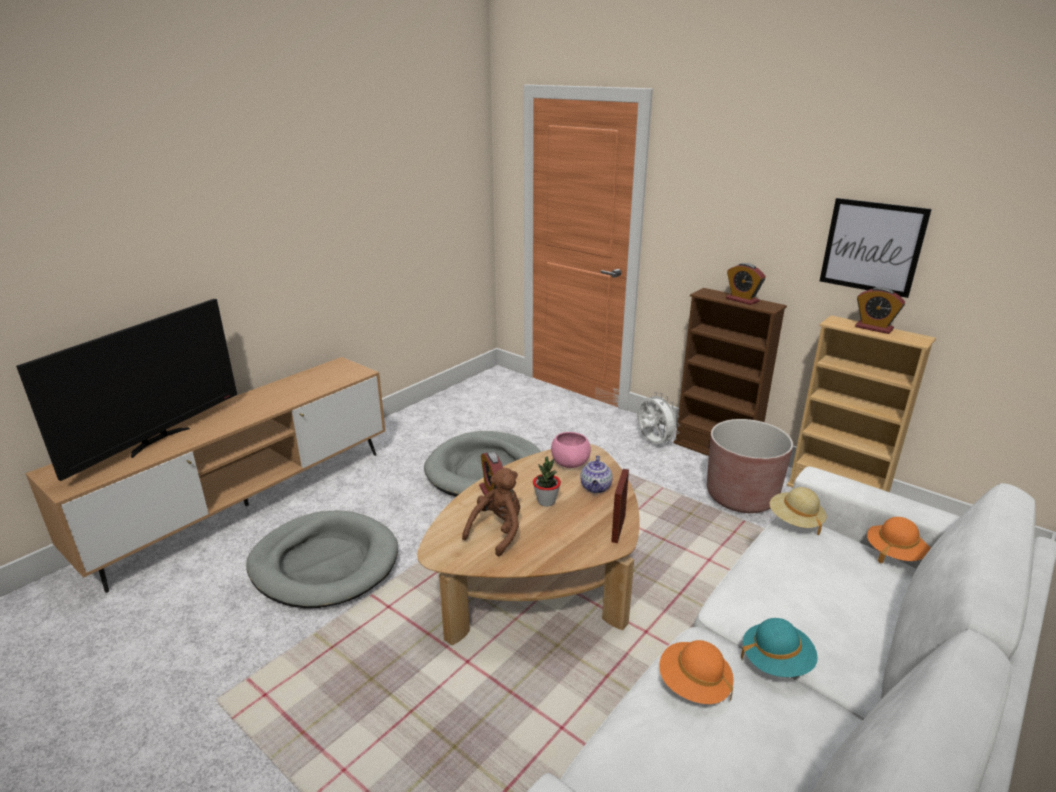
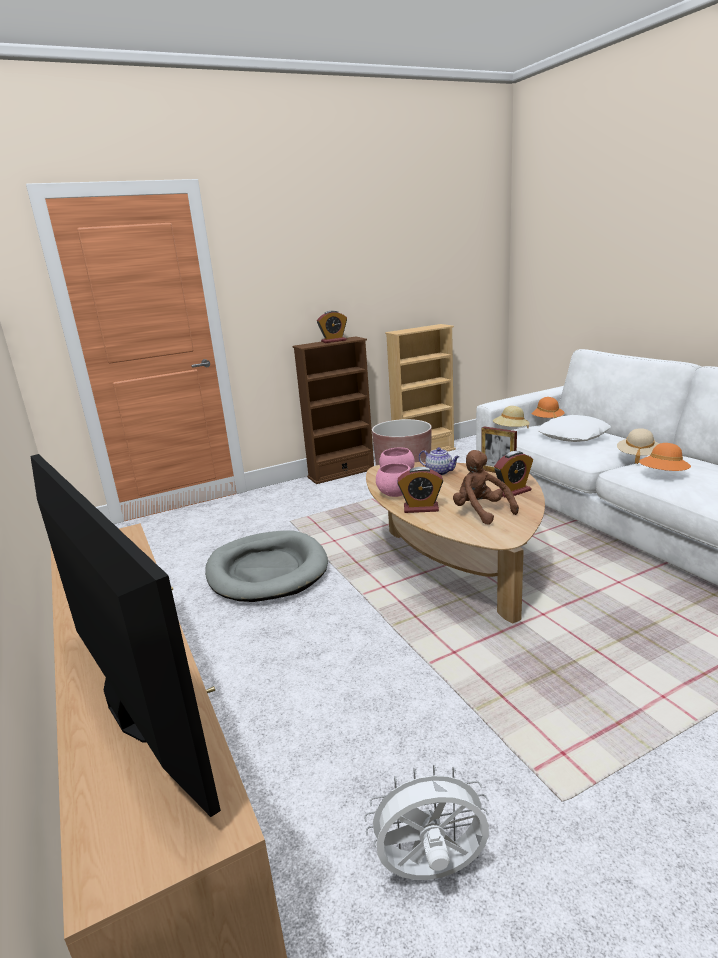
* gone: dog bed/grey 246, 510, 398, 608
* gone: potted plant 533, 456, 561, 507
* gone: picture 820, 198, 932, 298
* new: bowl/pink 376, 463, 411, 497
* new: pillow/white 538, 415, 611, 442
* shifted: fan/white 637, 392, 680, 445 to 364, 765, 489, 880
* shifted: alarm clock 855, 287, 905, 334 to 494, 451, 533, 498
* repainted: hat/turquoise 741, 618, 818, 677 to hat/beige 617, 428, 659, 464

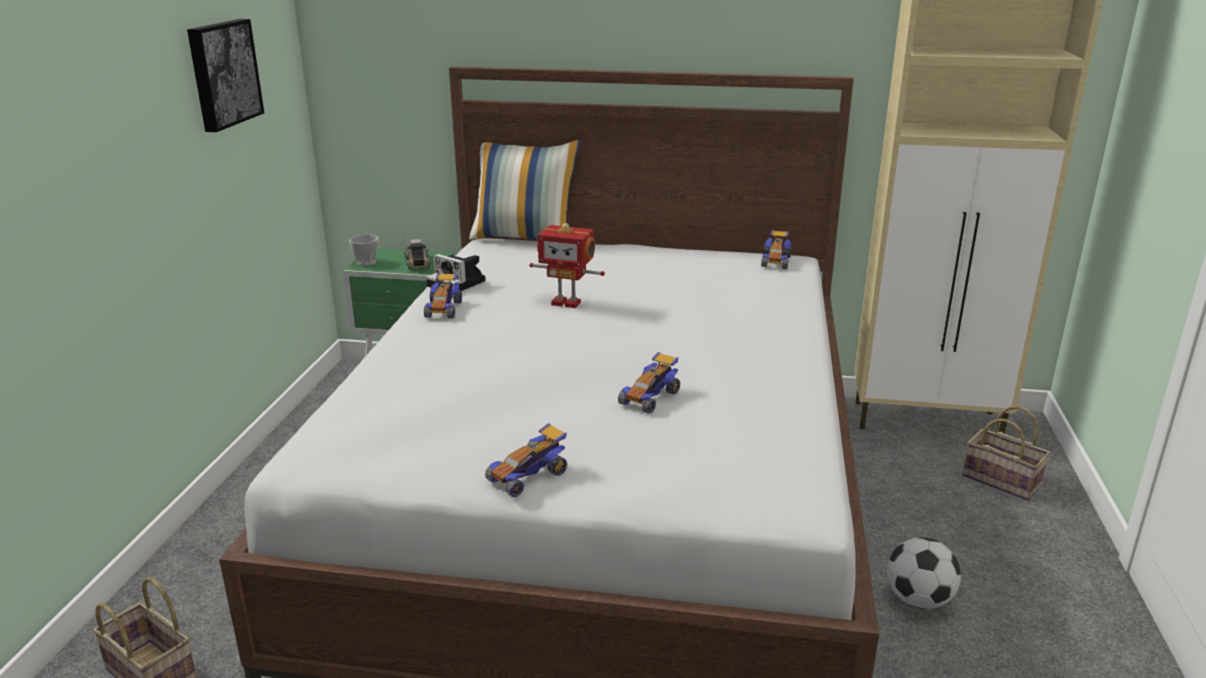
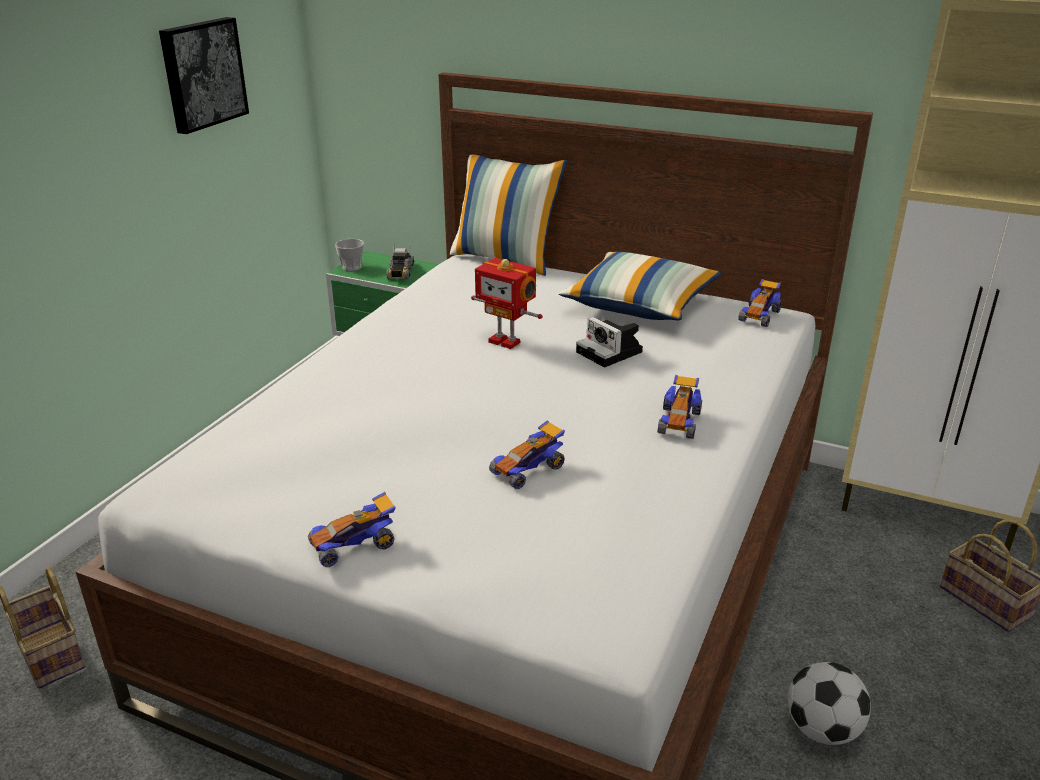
* new: pillow 559, 252, 722, 320
* shifted: toy car 424, 273, 462, 318 to 658, 375, 702, 439
* shifted: photo camera 426, 254, 485, 291 to 576, 317, 643, 367

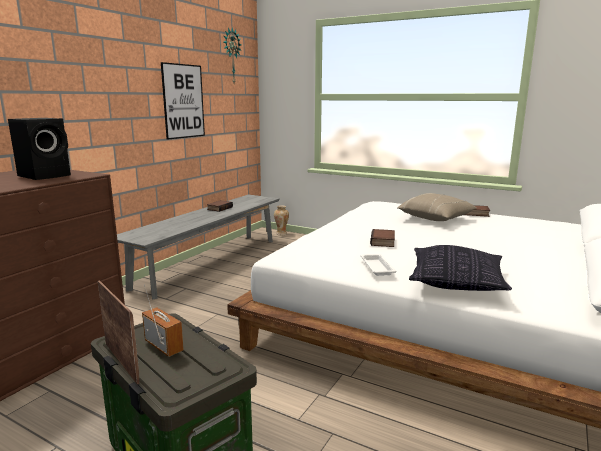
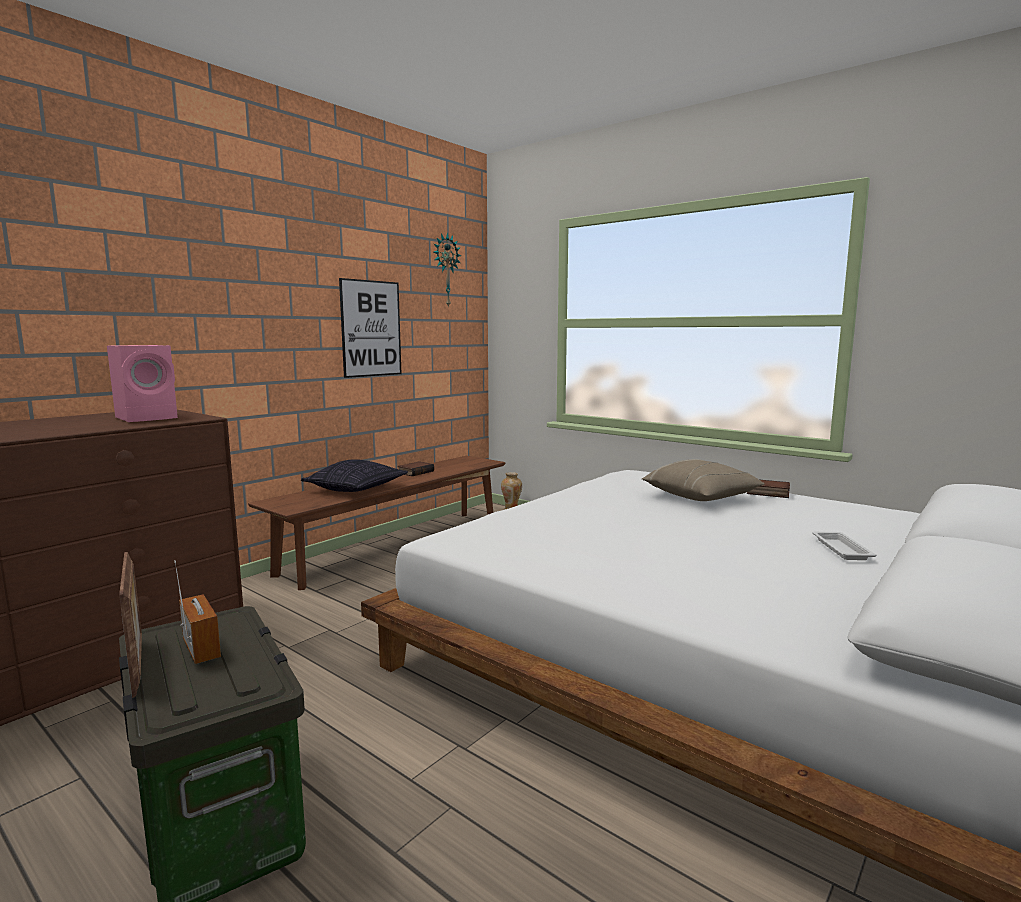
* gone: book 370, 229, 395, 247
* shifted: tray/white 361, 254, 397, 276 to 812, 532, 877, 560
* shifted: pillow 409, 245, 512, 291 to 301, 459, 408, 492
* repainted: speaker/black 8, 118, 71, 180 to speaker/pink 107, 345, 178, 422
* repainted: bench/grey 117, 195, 280, 299 to bench/brown 248, 456, 505, 590

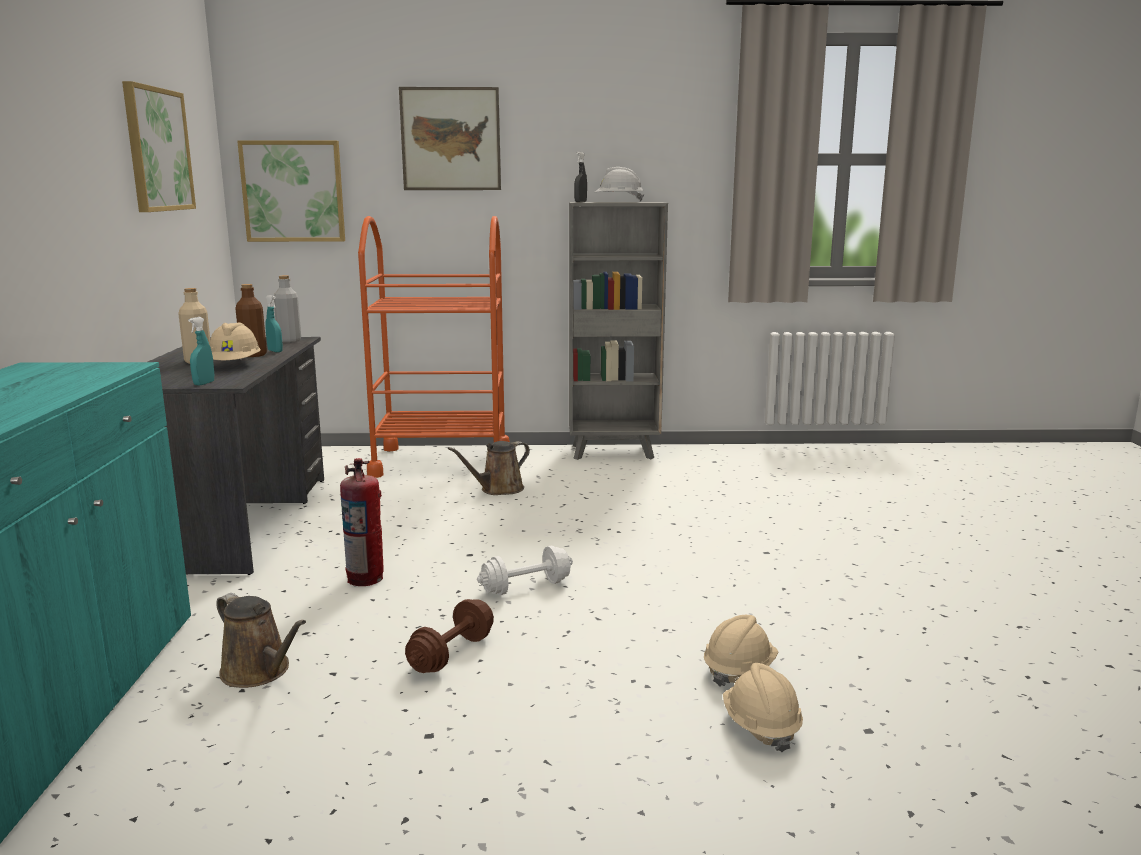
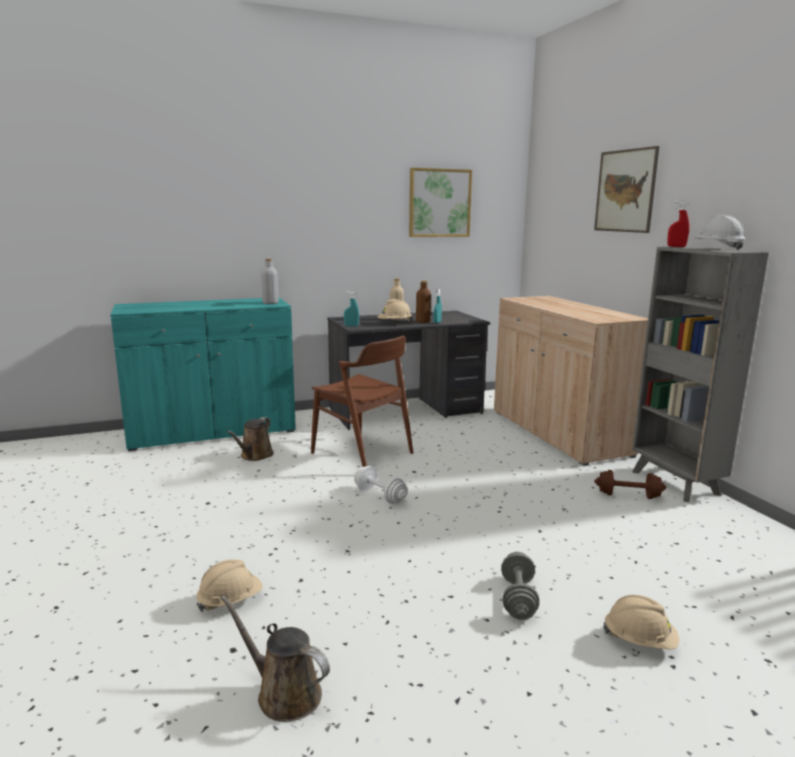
* gone: picture 237, 141, 345, 242
* new: dumbbell/grey 501, 552, 539, 620
* shifted: bottle/grey 274, 275, 301, 343 to 261, 259, 279, 304
* shifted: dumbbell/brown 405, 599, 494, 673 to 594, 470, 666, 499
* shifted: watering can/brown 448, 441, 530, 495 to 221, 595, 330, 722
* shifted: hard hat/beige 704, 615, 779, 687 to 603, 595, 679, 650
* swapped: fire extinguisher 340, 458, 384, 586 to chair/brown 311, 336, 413, 467
* swapped: cart/orange 358, 216, 510, 478 to cabinet/beige 494, 296, 648, 466
* repainted: spray bottle/grey 574, 152, 587, 202 to spray bottle/red 667, 201, 689, 247

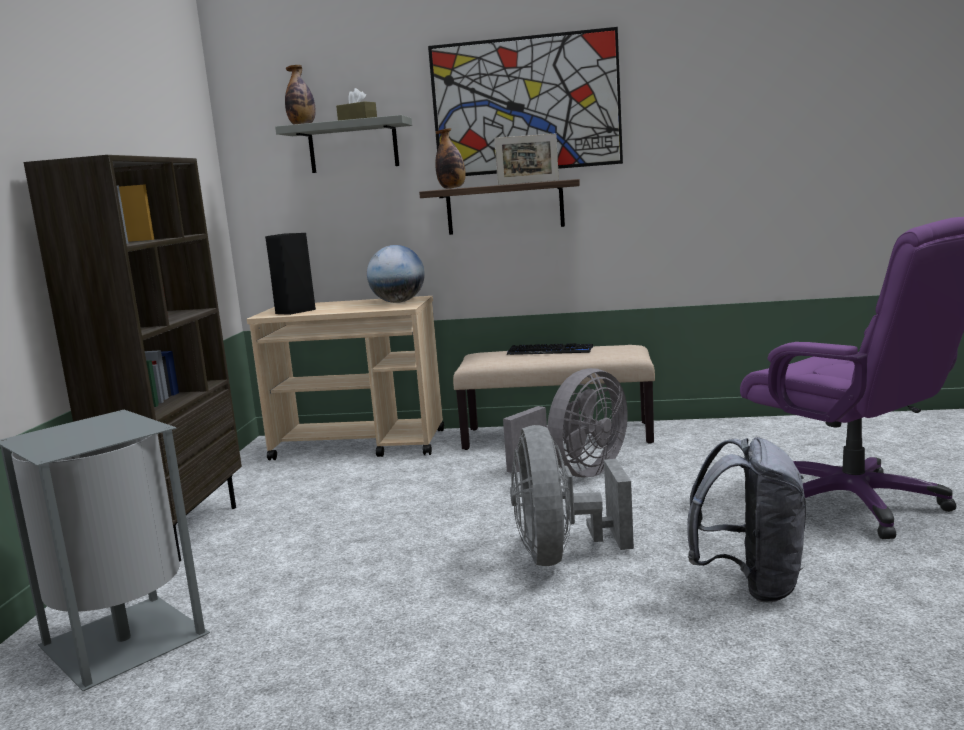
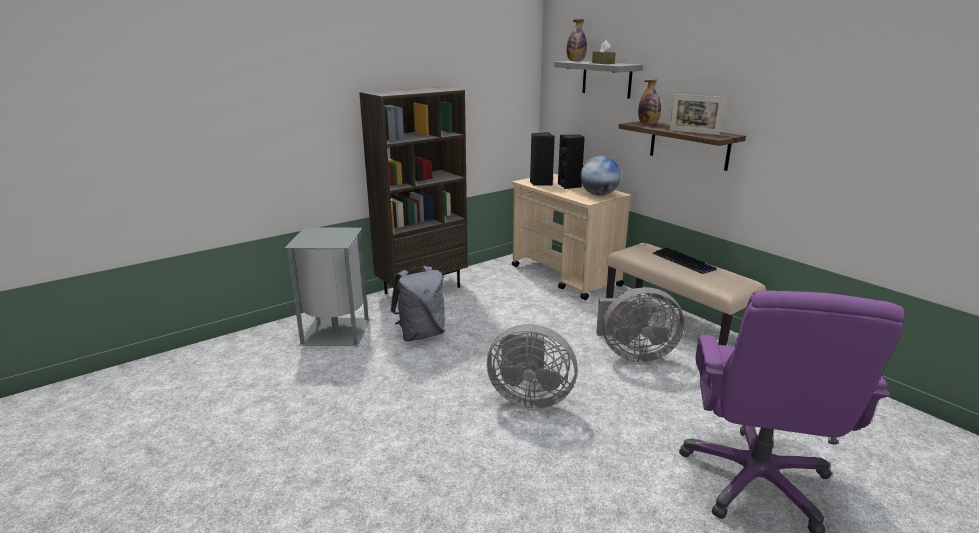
* gone: picture 428, 27, 623, 176
* new: speaker/black 558, 135, 585, 189
* shifted: backpack/grey 687, 437, 806, 602 to 390, 266, 445, 341
* rotated: fan/grey 510, 425, 634, 566 = 487, 324, 578, 408 120 degrees counterclockwise

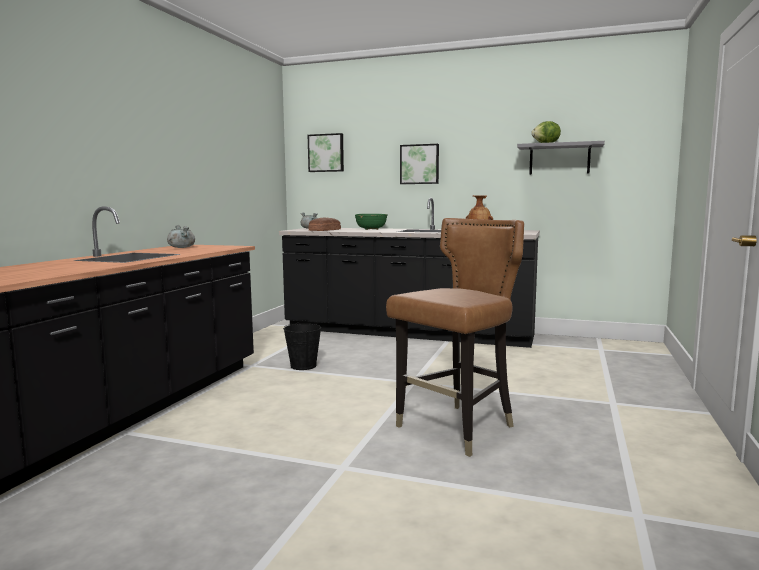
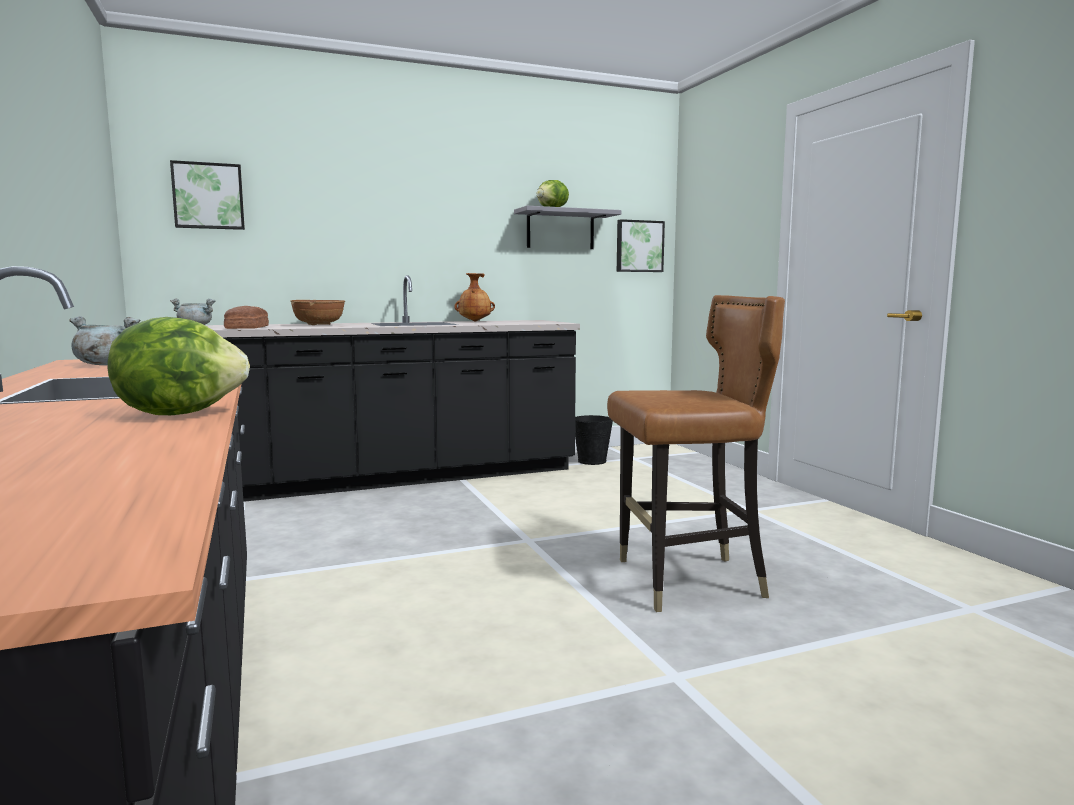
* new: lettuce 107, 317, 250, 415
* shifted: bucket/black 283, 322, 321, 370 to 575, 415, 613, 465
* shifted: picture 400, 144, 439, 184 to 617, 219, 665, 272
* repainted: bowl/green 355, 214, 388, 230 to bowl/brown 290, 300, 345, 325
* rotated: chair/brown 386, 218, 524, 457 = 607, 295, 785, 612 75 degrees clockwise

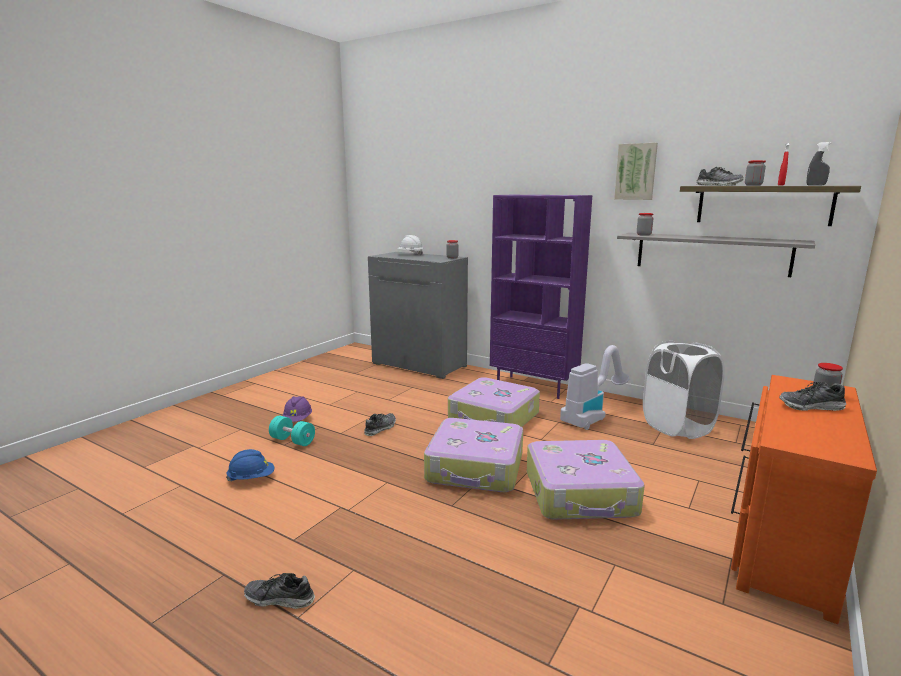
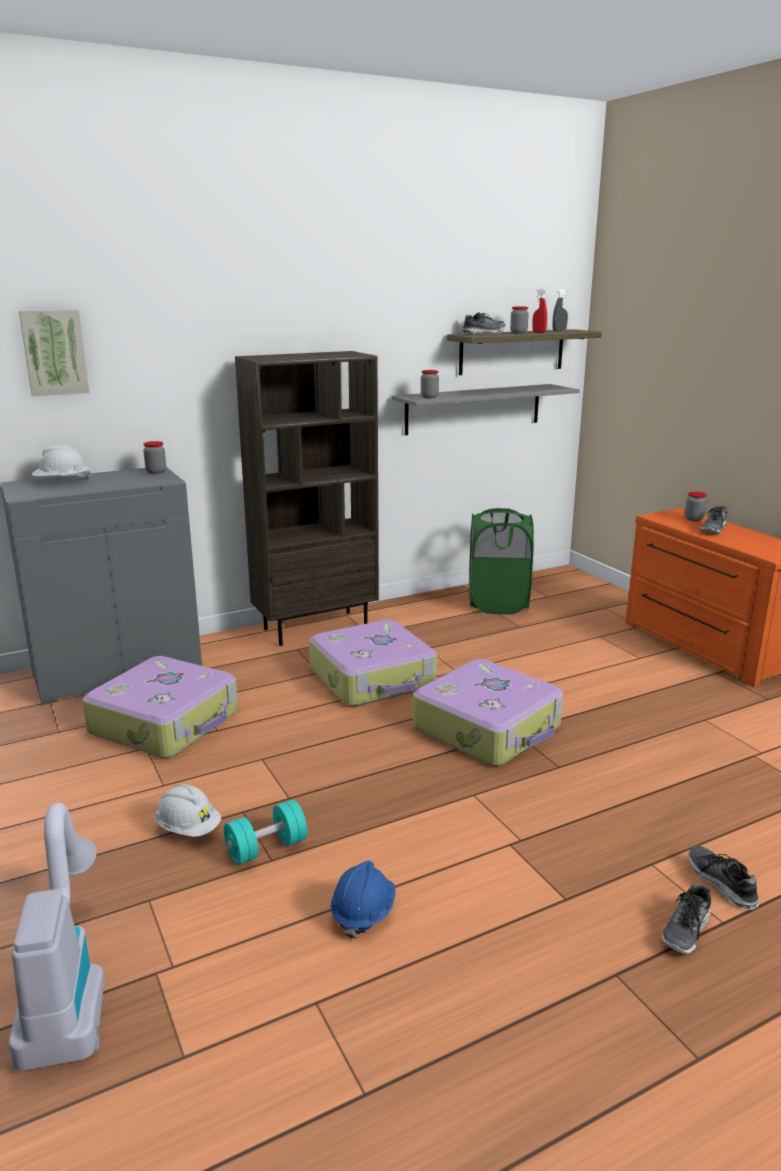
* shifted: shoe 364, 413, 396, 436 to 688, 846, 759, 910
* shifted: suitcase 527, 440, 645, 520 to 82, 656, 238, 758
* shifted: vacuum cleaner 560, 345, 629, 430 to 9, 803, 105, 1070
* shifted: picture 614, 143, 658, 200 to 19, 310, 89, 396
* repainted: hard hat/purple 282, 396, 312, 422 to hard hat/white 155, 784, 221, 837
* repainted: bookcase/purple 490, 195, 592, 399 to bookcase/brown 235, 351, 379, 646
* repainted: laundry basket/white 643, 341, 725, 439 to laundry basket/green 469, 508, 534, 614

